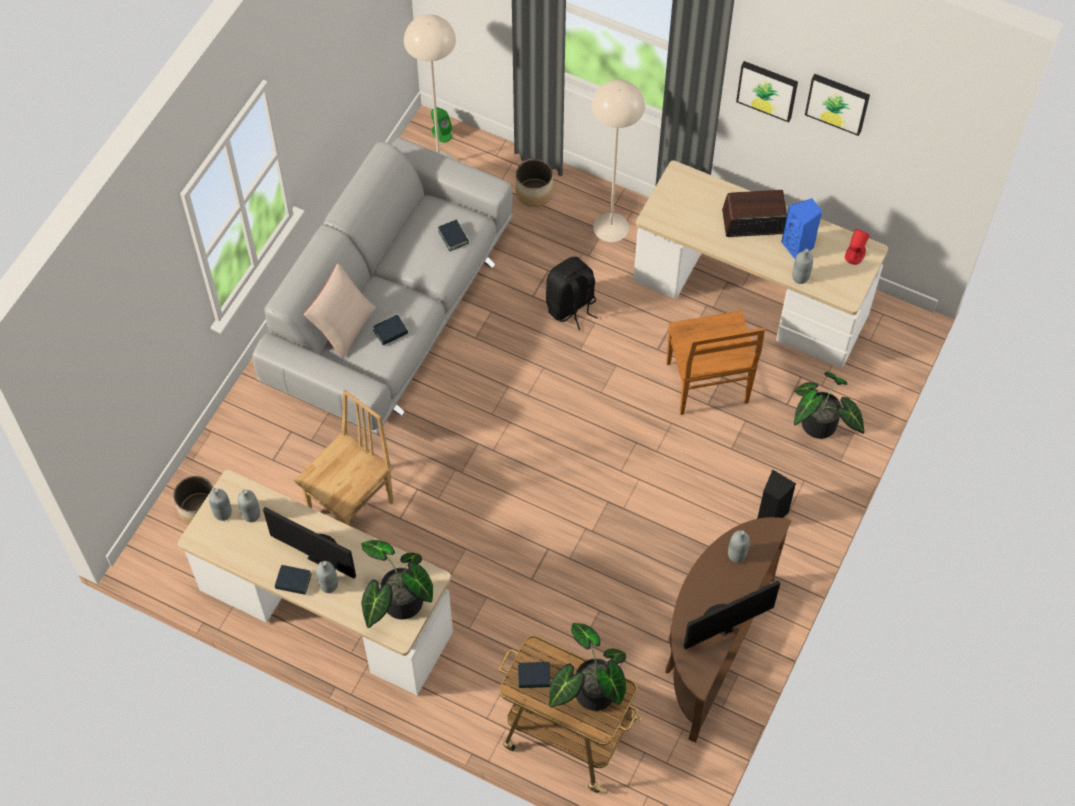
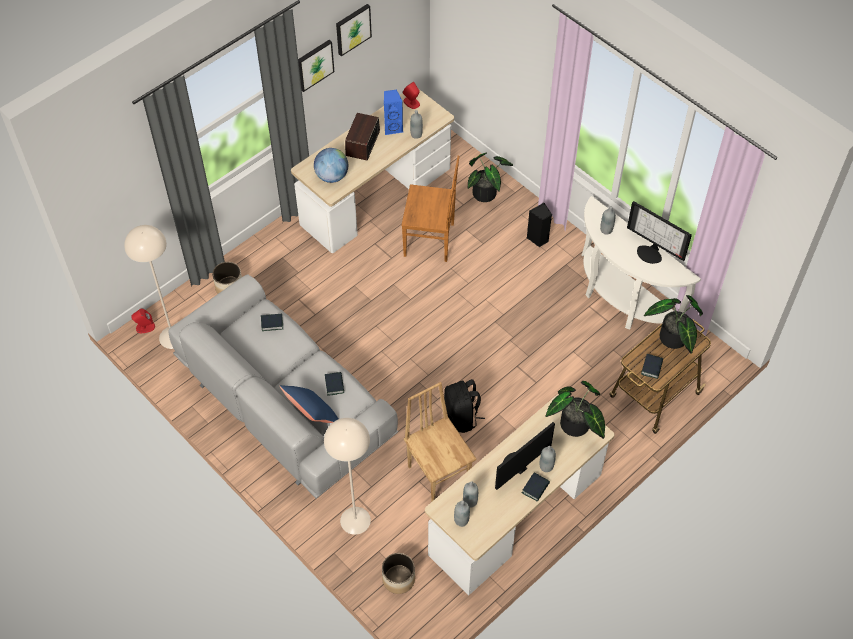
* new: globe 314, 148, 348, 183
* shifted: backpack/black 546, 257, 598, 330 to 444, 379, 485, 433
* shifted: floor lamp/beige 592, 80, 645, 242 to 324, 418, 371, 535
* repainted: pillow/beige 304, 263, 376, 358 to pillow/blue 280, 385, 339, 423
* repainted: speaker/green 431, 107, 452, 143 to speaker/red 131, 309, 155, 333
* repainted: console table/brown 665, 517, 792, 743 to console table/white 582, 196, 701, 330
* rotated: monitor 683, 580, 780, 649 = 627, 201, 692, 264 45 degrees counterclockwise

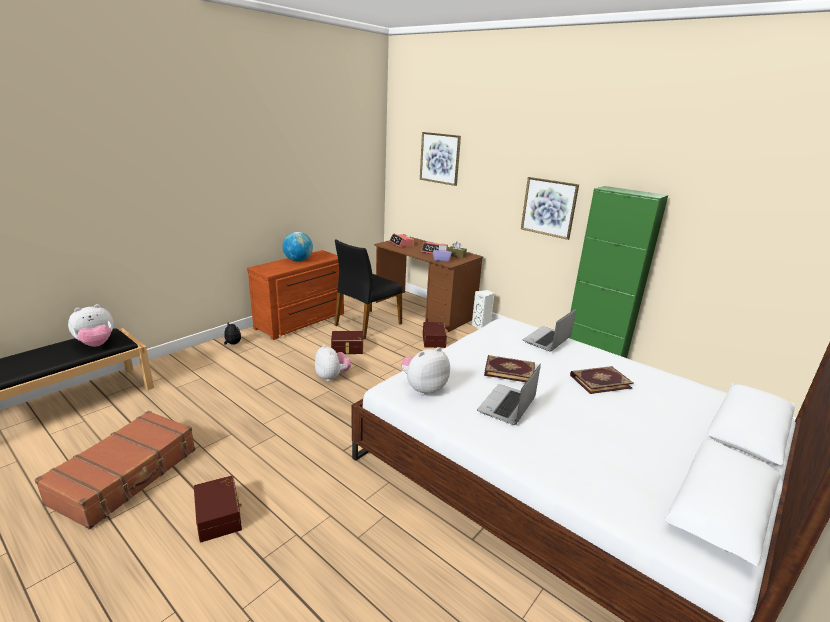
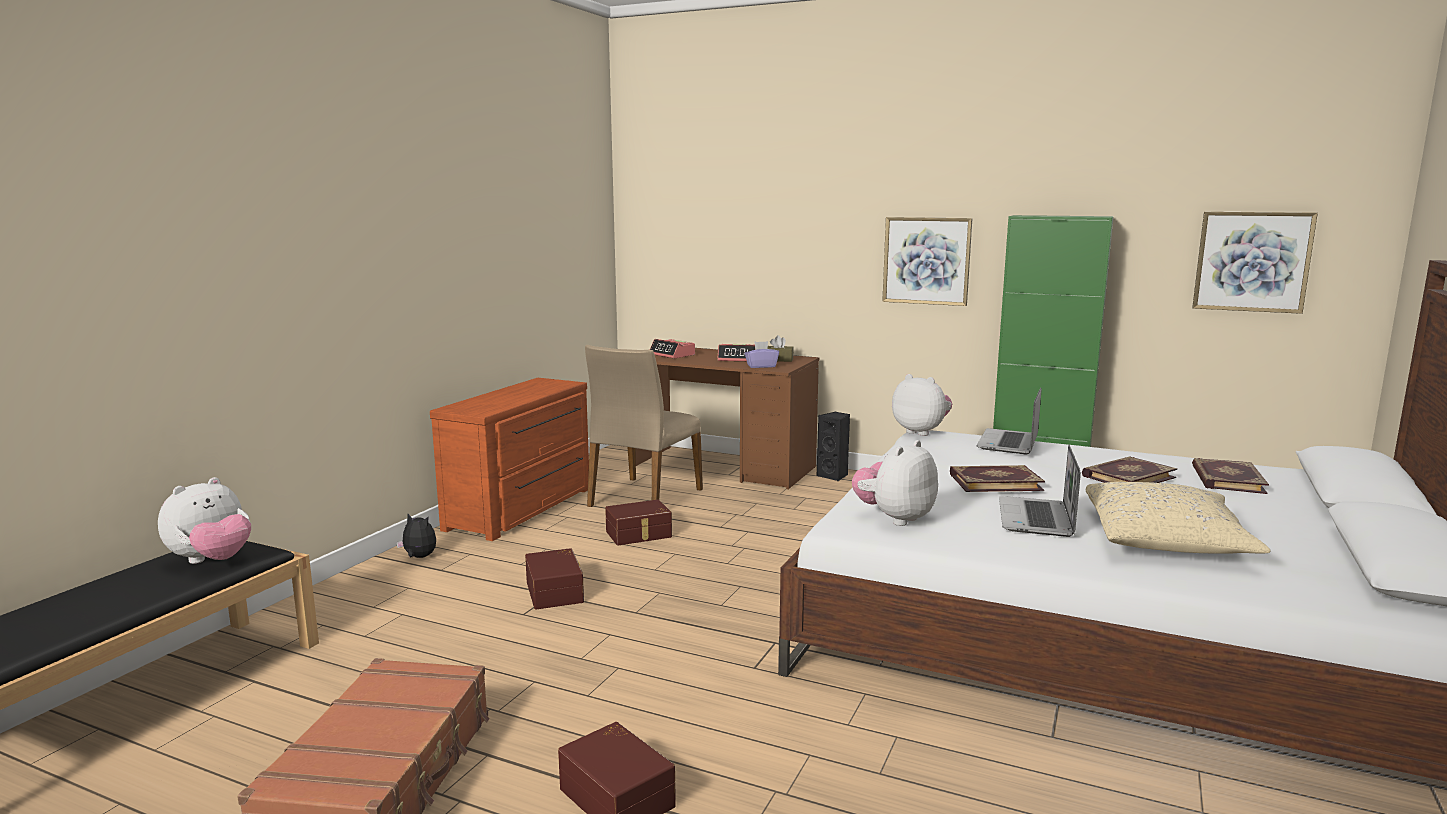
* gone: globe 282, 232, 313, 262
* new: pillow/beige 1086, 482, 1271, 554
* new: book 1192, 458, 1269, 494
* shifted: plush toy 315, 344, 351, 381 to 892, 374, 952, 436
* shifted: picture 420, 132, 461, 186 to 1192, 212, 1318, 314
* shifted: storage box/brown 423, 322, 447, 348 to 525, 548, 584, 610
* repainted: chair/black 334, 239, 402, 339 to chair/beige 585, 345, 703, 507
* repainted: speaker/white 472, 290, 494, 329 to speaker/black 817, 412, 850, 481

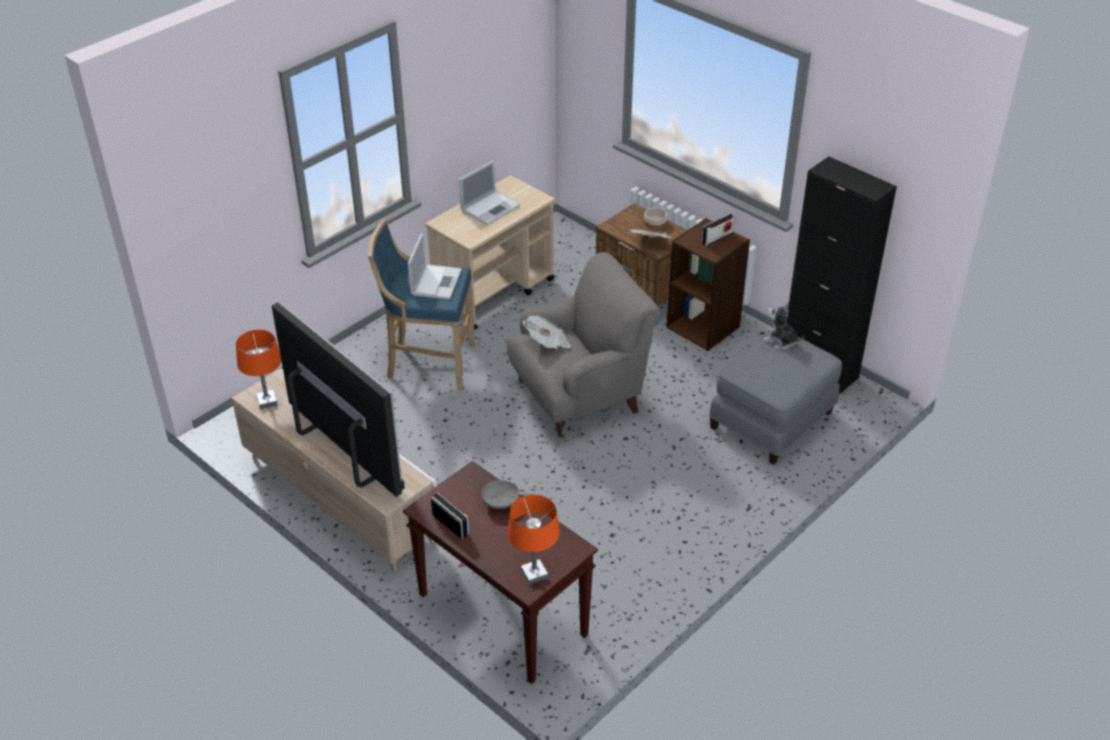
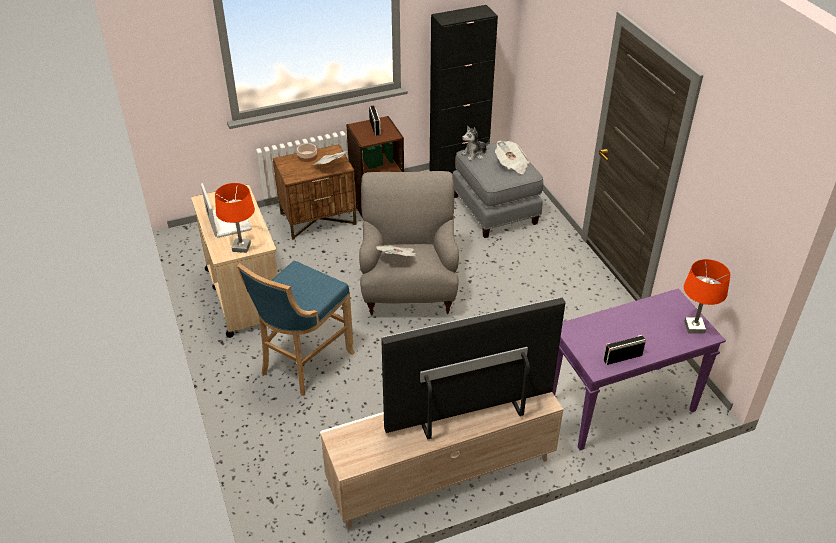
* gone: laptop 408, 234, 462, 300
* gone: bowl/grey 482, 480, 519, 509
* new: newspaper 495, 141, 529, 174
* shifted: table lamp/orange 236, 330, 281, 409 to 215, 183, 255, 253
* repainted: console table/brown 403, 461, 598, 684 to console table/purple 552, 289, 726, 450

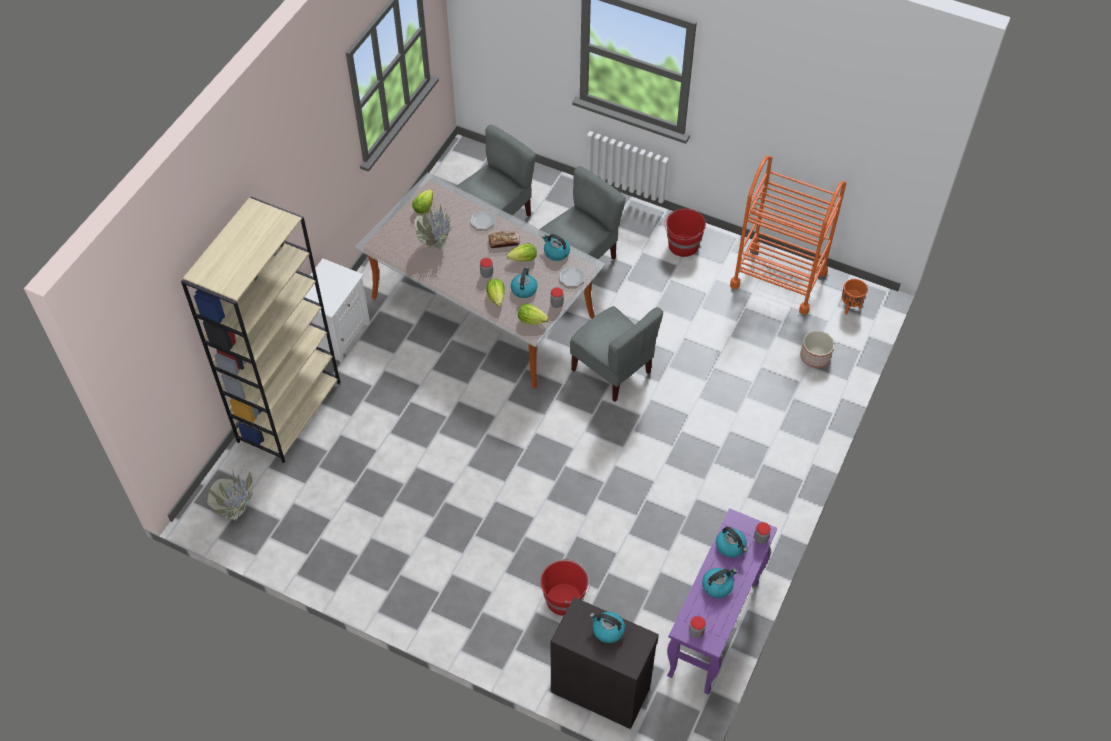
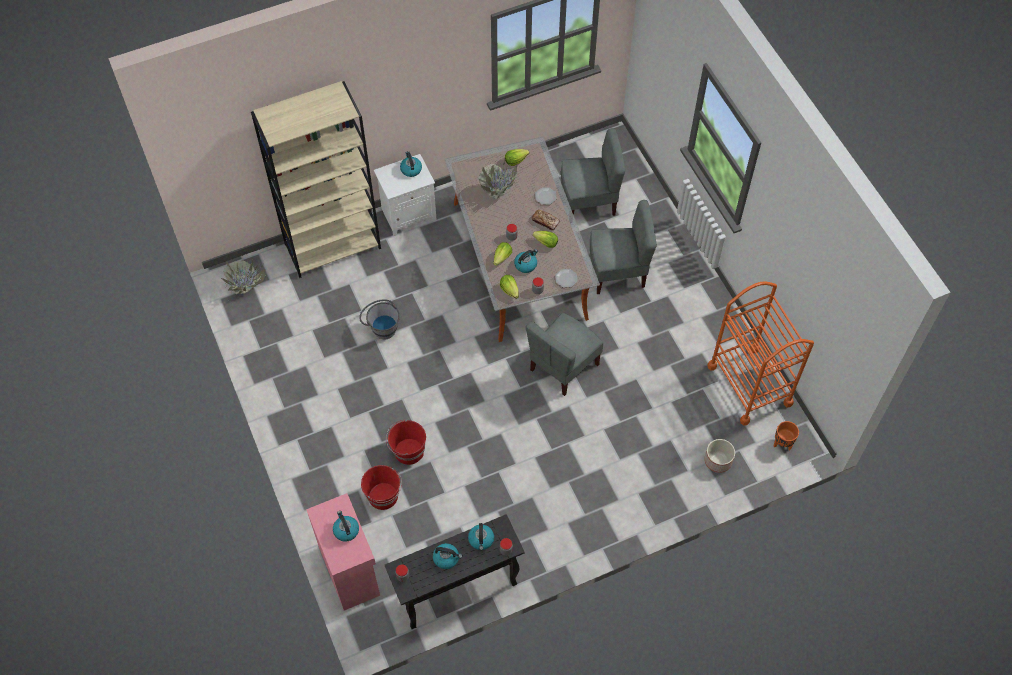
* new: bucket/grey 359, 299, 400, 340
* shifted: kettle 542, 234, 570, 261 to 400, 151, 422, 177
* shifted: bucket/red 664, 209, 706, 257 to 386, 420, 426, 465
* repainted: cabinet/black 551, 597, 659, 729 to cabinet/pink 306, 493, 380, 611
* repainted: console table/purple 667, 508, 777, 695 to console table/black 385, 514, 525, 629
* rotated: chair/grey 570, 306, 663, 402 = 526, 312, 603, 396 45 degrees clockwise

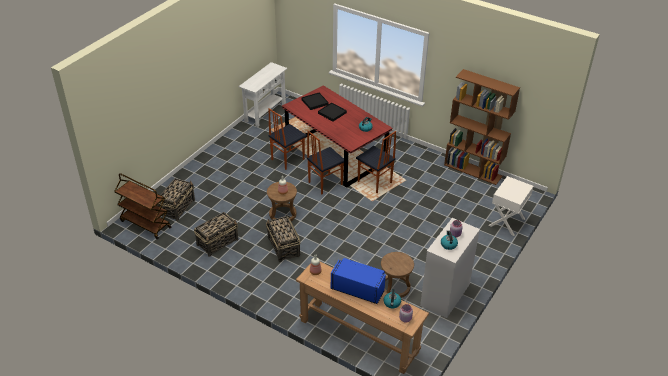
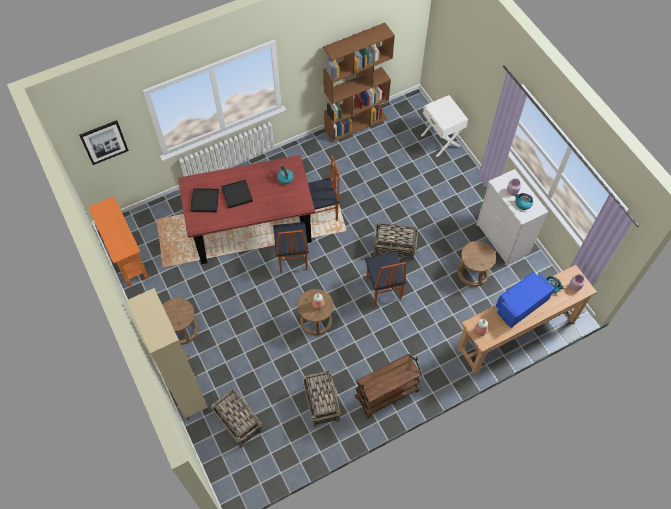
* new: picture 79, 120, 129, 165
* new: cabinet/beige 127, 288, 208, 420
* new: stool/brown 163, 298, 198, 345
* shifted: cart/brown 114, 173, 171, 239 to 354, 354, 422, 419
* shifted: basket 266, 216, 300, 262 to 374, 222, 418, 260
* shifted: chair 268, 108, 307, 170 to 365, 252, 407, 306
* repainted: console table/white 239, 62, 287, 127 to console table/orange 88, 196, 149, 287

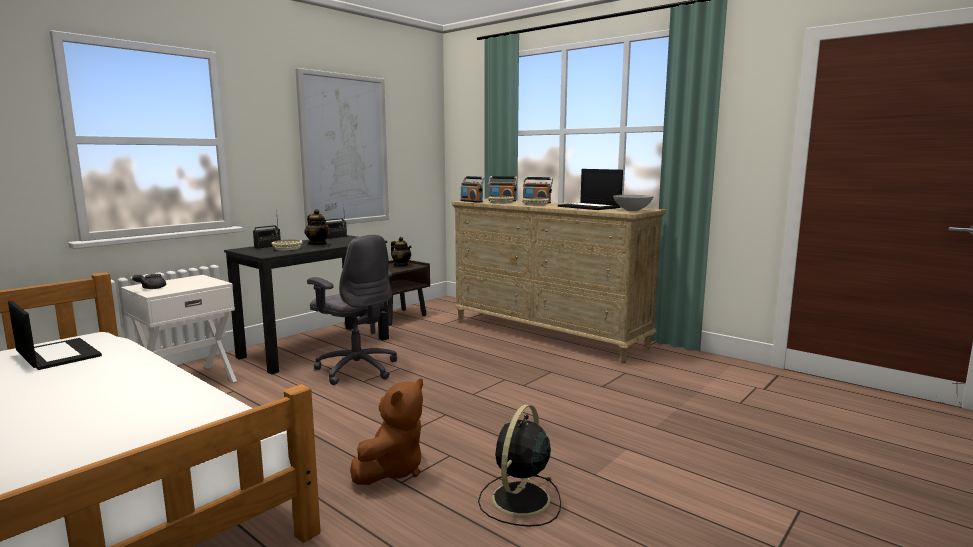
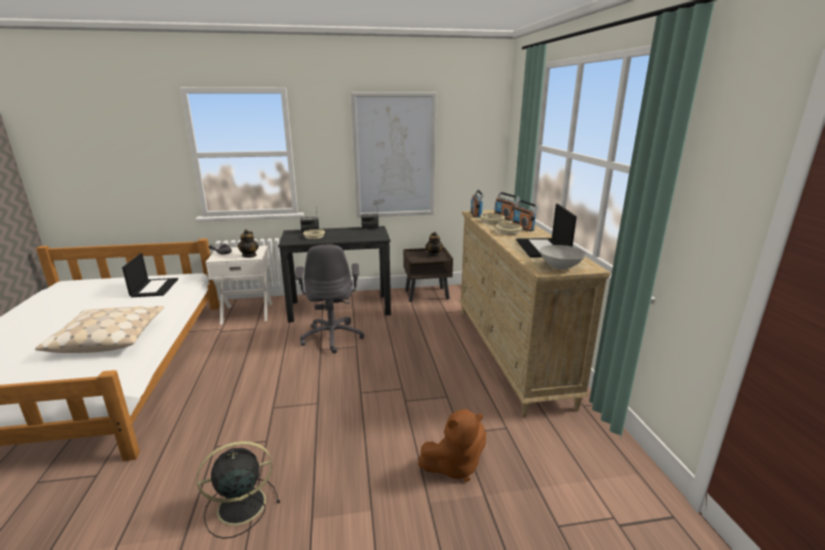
* new: pillow/beige 35, 306, 164, 353
* shifted: teapot 305, 209, 330, 245 to 237, 229, 259, 258
* shifted: plush toy/brown 350, 378, 423, 485 to 418, 409, 486, 482

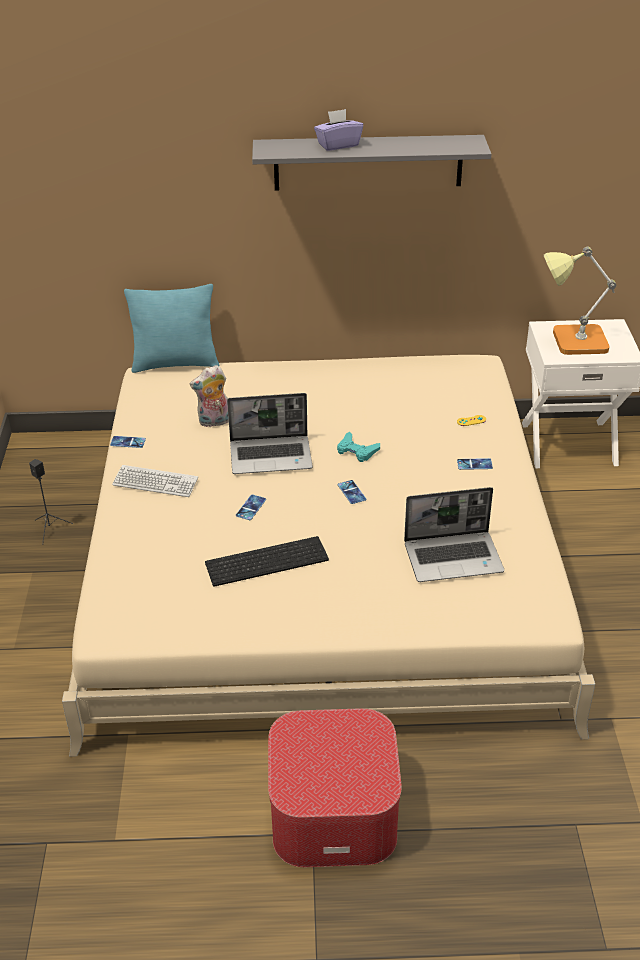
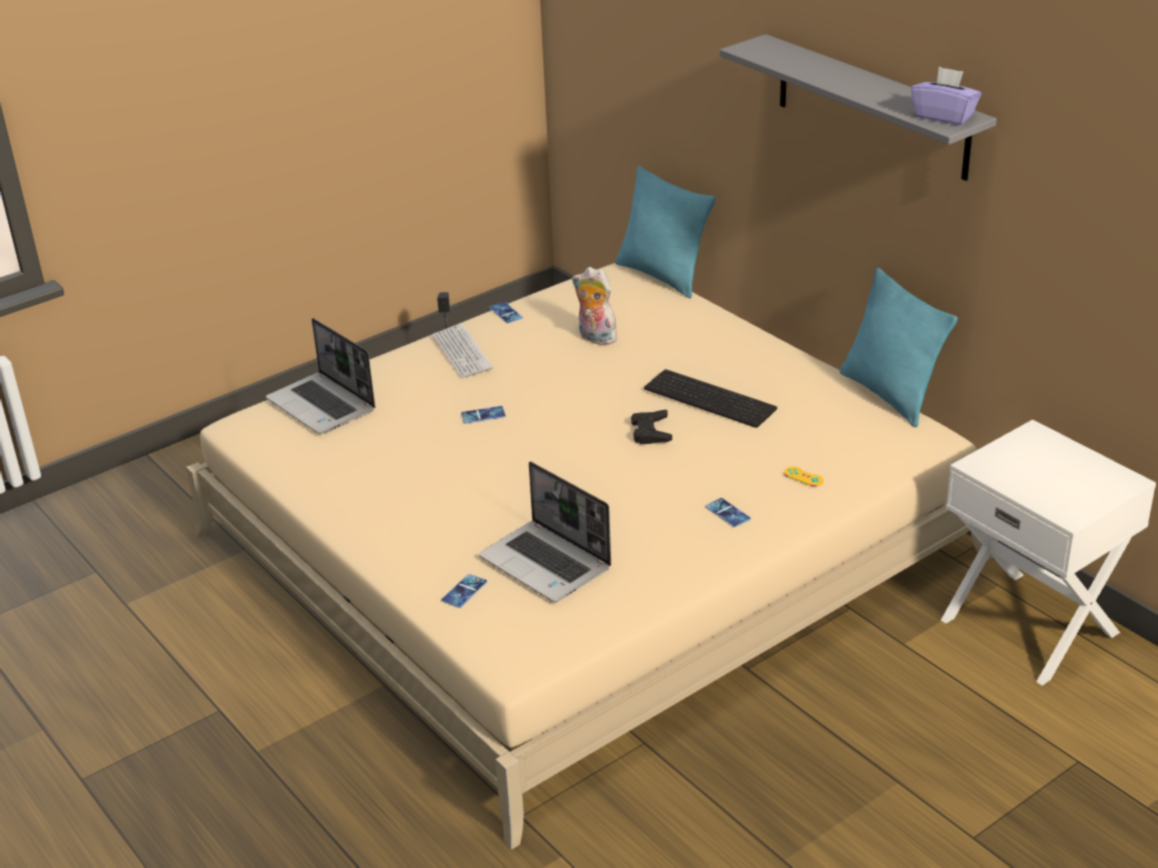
* gone: ottoman 268, 708, 402, 867
* gone: table lamp 544, 247, 616, 355
* new: pillow/turquoise 839, 268, 958, 427
* shifted: keyboard 205, 536, 329, 587 to 644, 369, 777, 428
* shifted: laptop 227, 393, 313, 474 to 266, 318, 375, 434
* shifted: tissue box/purple 314, 109, 363, 151 to 911, 67, 982, 125
* shifted: phone 338, 480, 366, 504 to 441, 574, 487, 608
* repainted: game controller/turquoise 337, 432, 380, 462 to game controller/black 631, 410, 672, 444

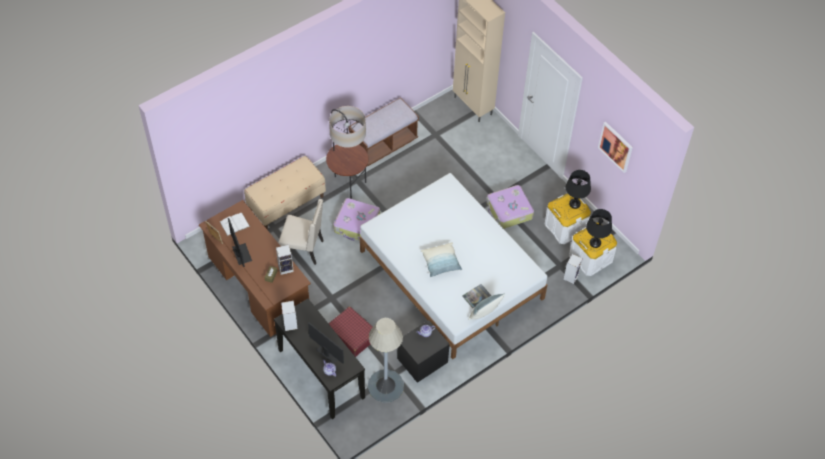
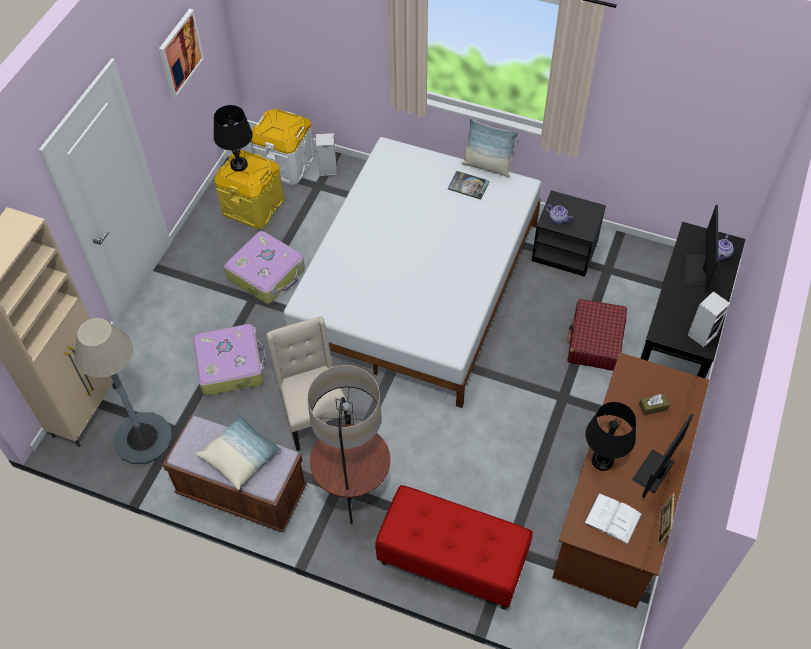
* gone: speaker 276, 245, 294, 275
* shifted: chair/beige 278, 199, 324, 265 to 266, 317, 351, 451
* shifted: suitcase 333, 198, 380, 241 to 193, 324, 266, 396
* shifted: floor lamp/grey 368, 318, 404, 403 to 75, 318, 172, 464
* shifted: pillow 421, 242, 462, 277 to 196, 414, 282, 490
* shifted: table lamp/black 586, 209, 612, 248 to 585, 402, 636, 471
* repainted: bench/beige 244, 156, 326, 229 to bench/red 375, 485, 533, 610
* repainted: storage box/white 544, 193, 591, 244 to storage box/yellow 214, 150, 284, 229

